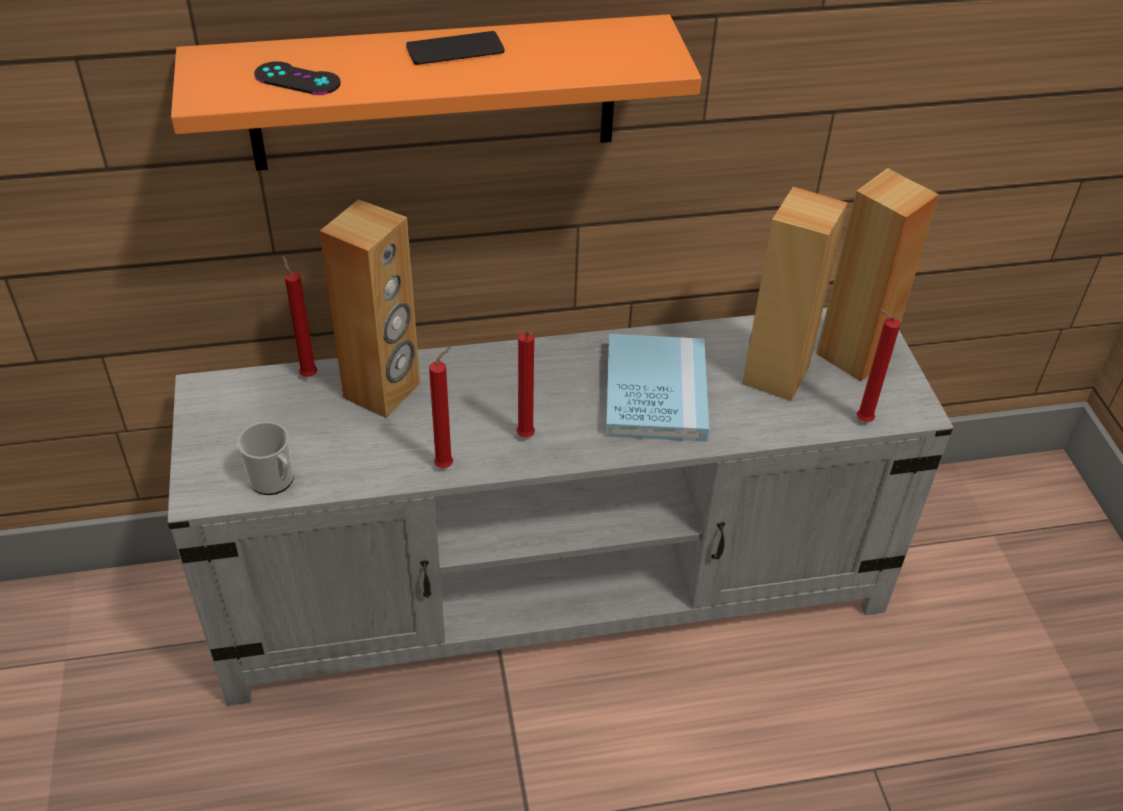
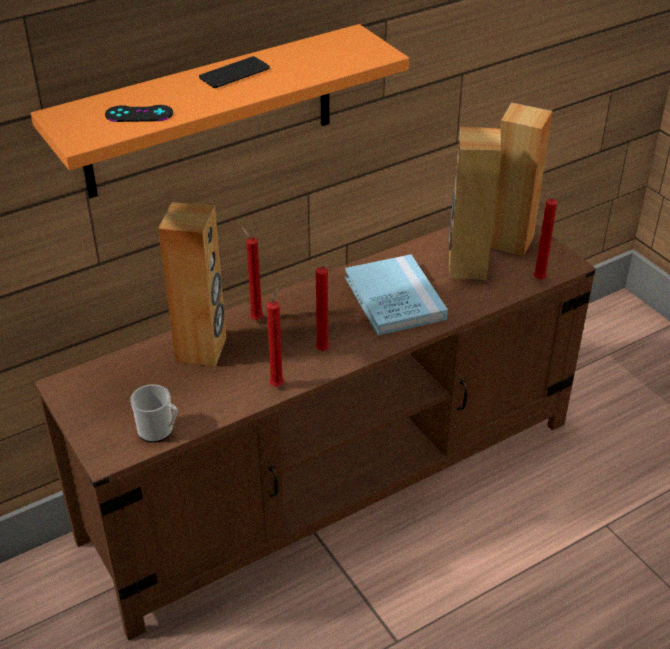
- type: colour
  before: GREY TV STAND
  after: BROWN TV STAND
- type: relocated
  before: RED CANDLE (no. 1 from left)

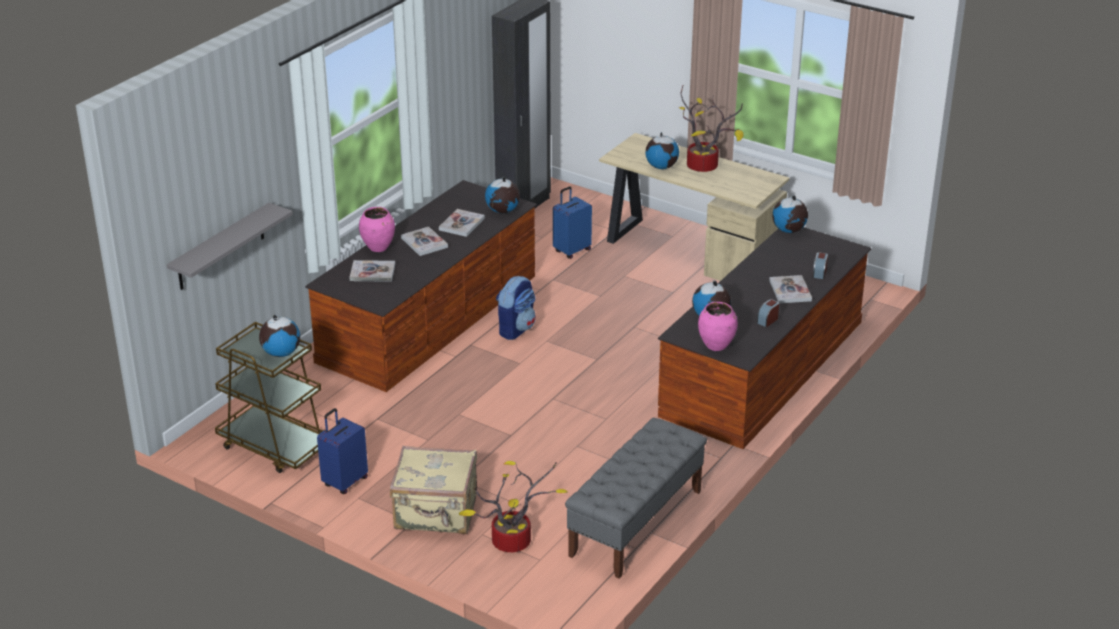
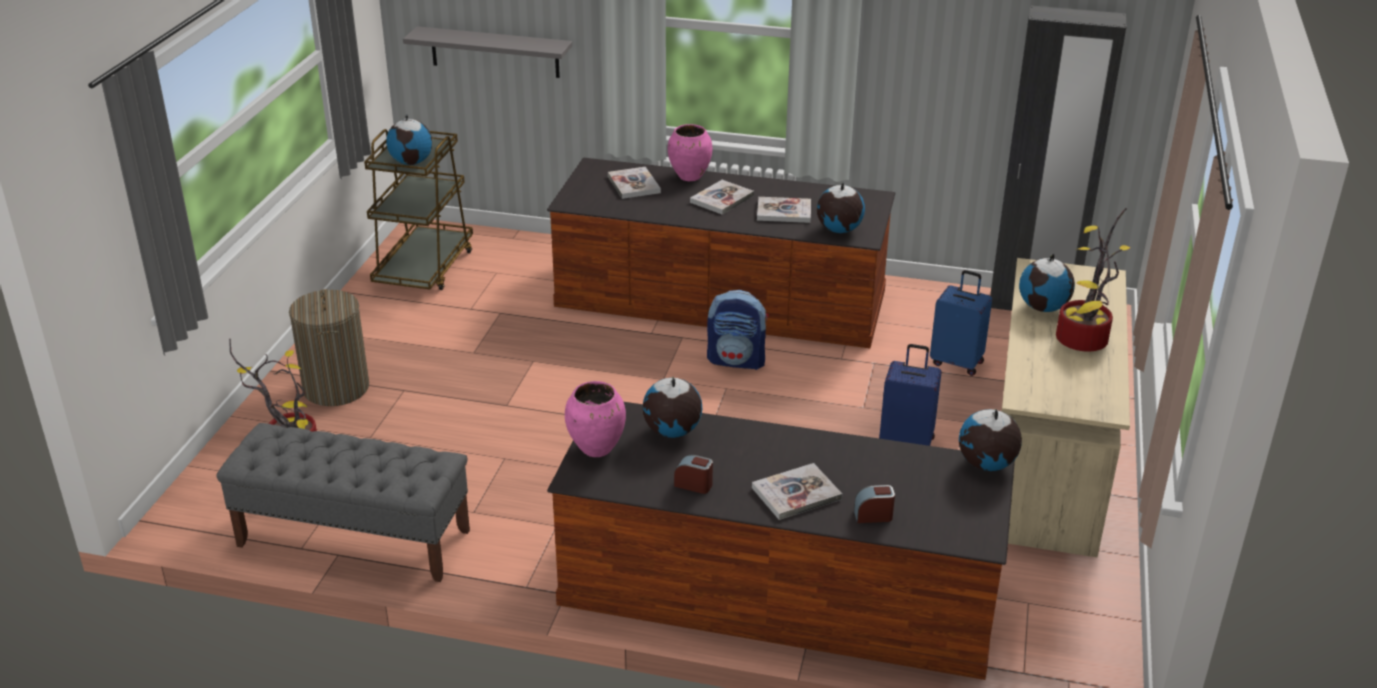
- type: exchanged
  before: BEIGE SUITCASE
  after: LAUNDRY BASKET
- type: relocated
  before: BLUE SUITCASE (no. 1 from left)

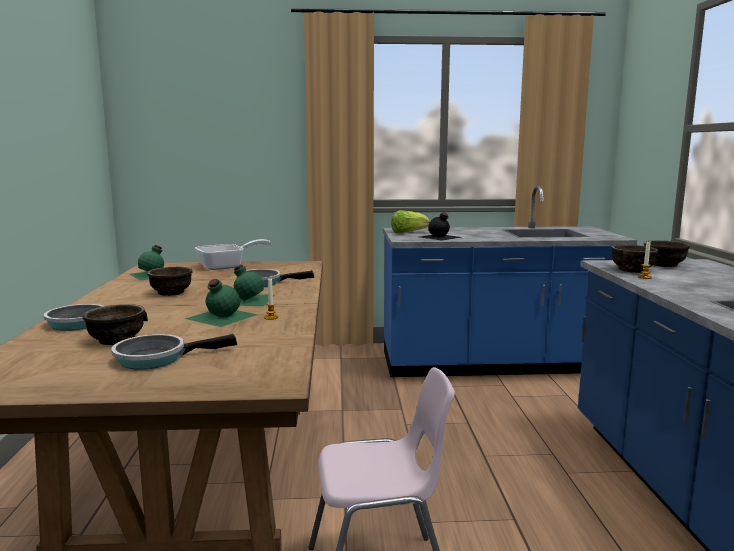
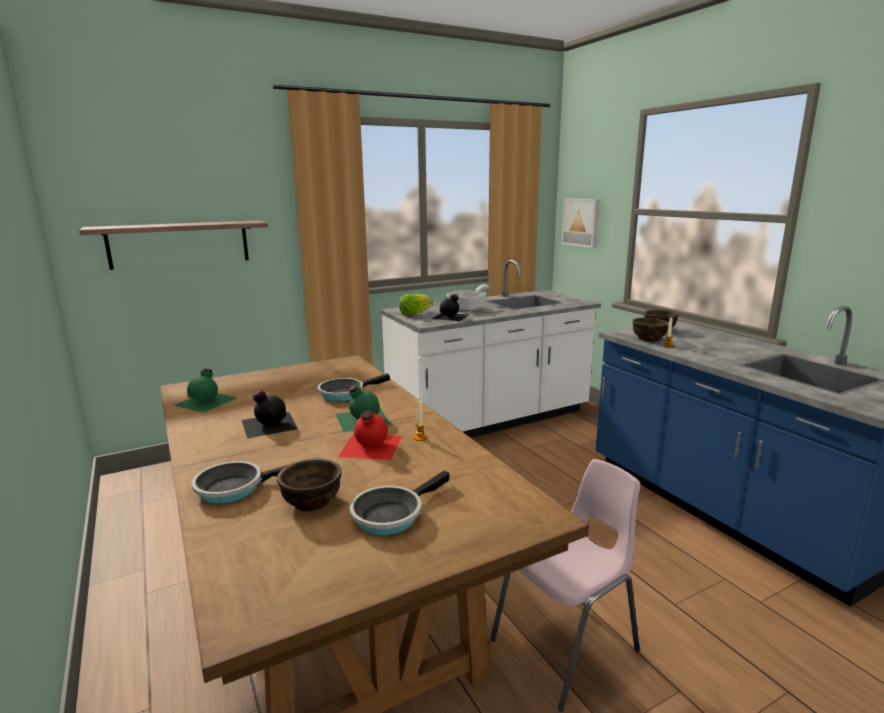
- type: appeared
  after: SHELF
- type: exchanged
  before: BROWN BOWL (no. 2 from left)
  after: BLACK BOTTLE (no. 1 from left)
- type: colour
  before: GREEN BOTTLE (no. 2 from left)
  after: RED BOTTLE
- type: colour
  before: BLUE COUNTER (no. 1 from left)
  after: WHITE COUNTER
- type: relocated
  before: FRYING PAN (no. 3 from left in the first image)
  after: FRYING PAN (no. 4 from left)
- type: appeared
  after: PICTURE

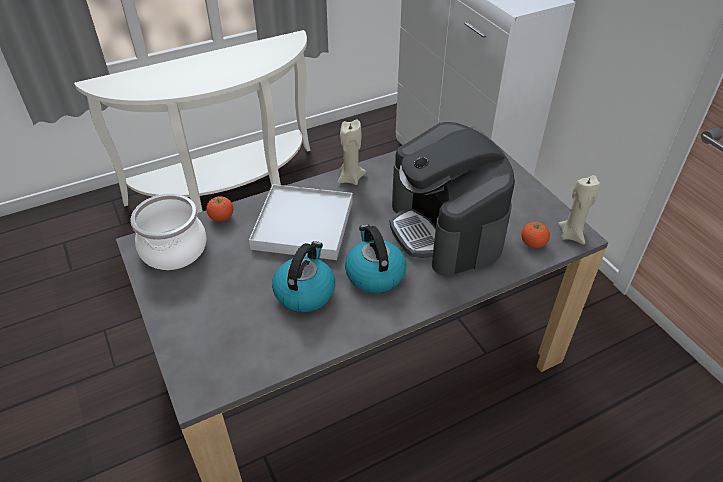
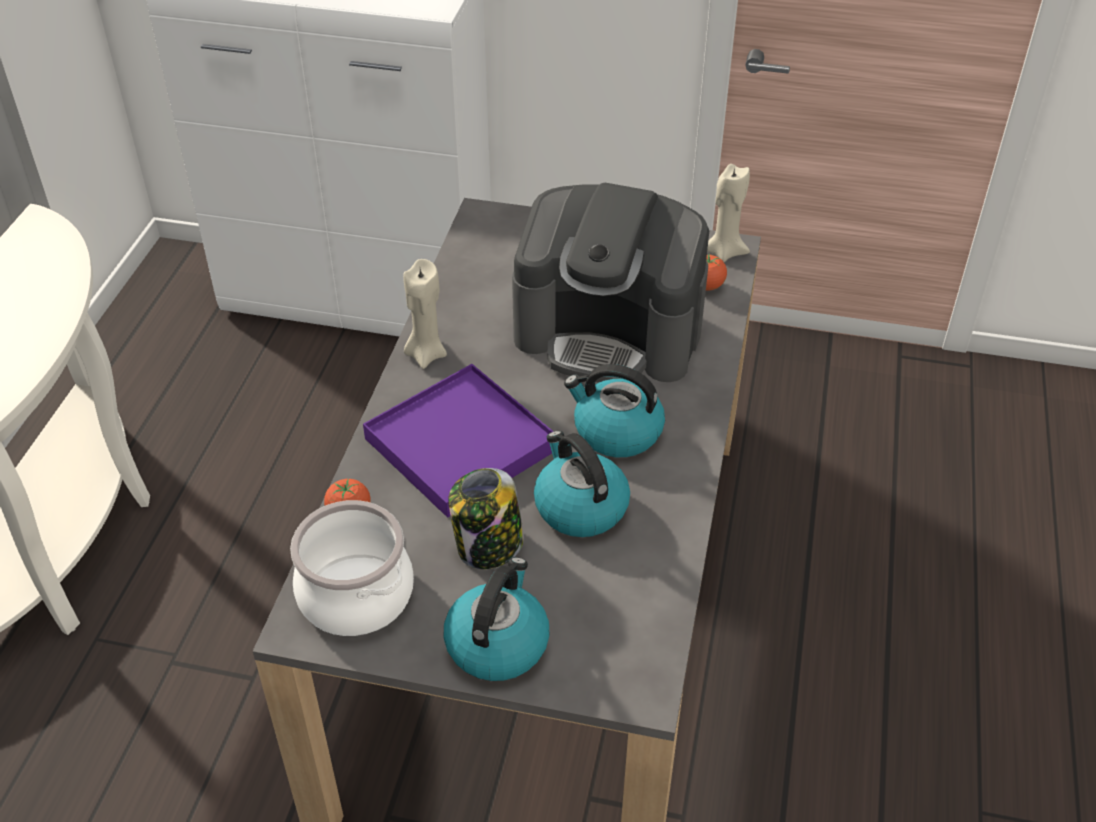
- type: colour
  before: WHITE TRAY
  after: PURPLE TRAY
- type: appeared
  after: KETTLE (no. 1 from left)
- type: appeared
  after: JAR

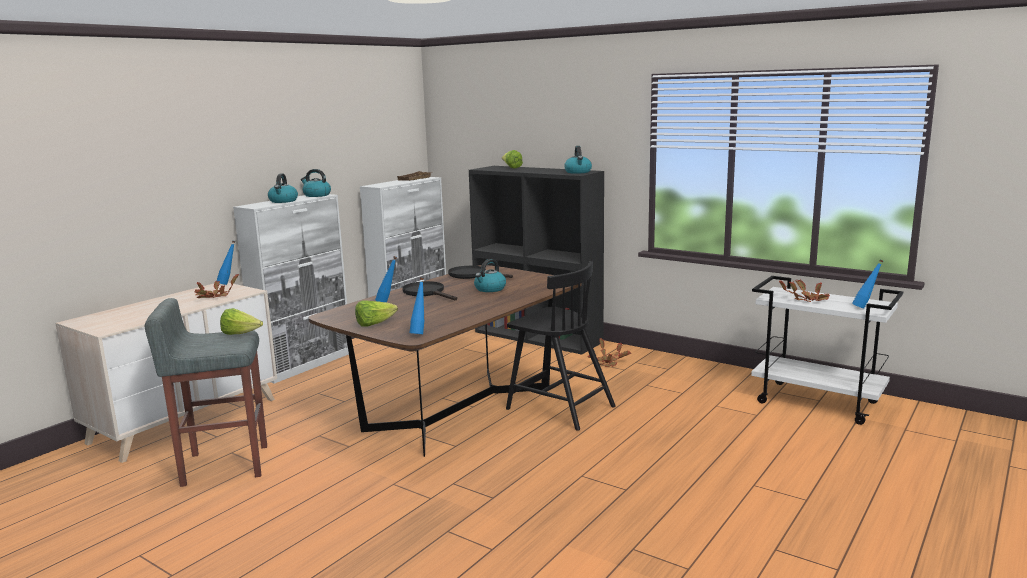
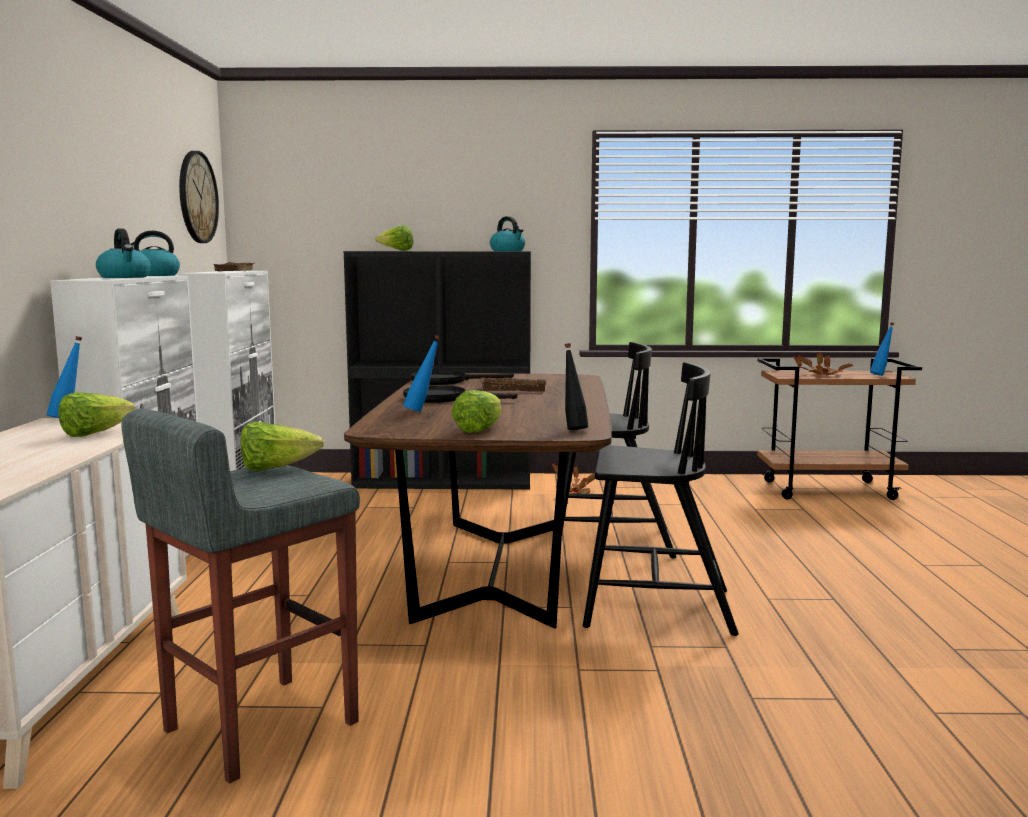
- type: exchanged
  before: POTTED PLANT (no. 1 from left)
  after: LETTUCE (no. 1 from left)
- type: appeared
  after: WALL CLOCK
- type: exchanged
  before: KETTLE (no. 3 from left)
  after: BROWN TRAY (no. 2 from left)
- type: colour
  before: BLUE BOTTLE (no. 3 from left)
  after: BLACK BOTTLE
- type: appeared
  after: BLACK CHAIR (no. 2 from left)
- type: colour
  before: WHITE CART
  after: BROWN CART

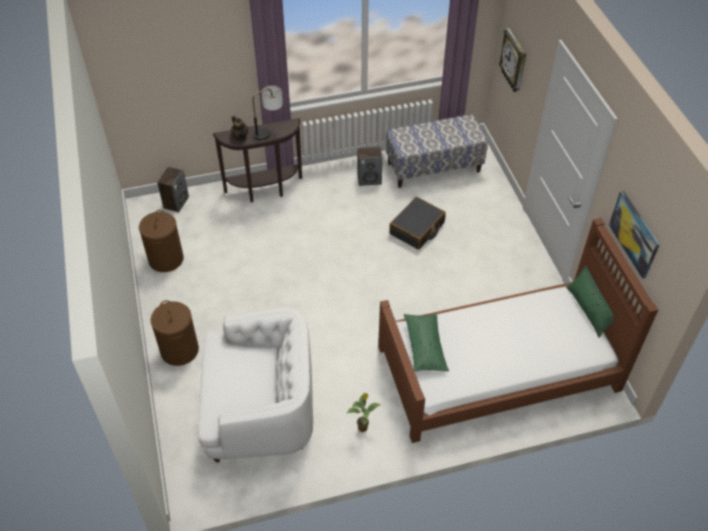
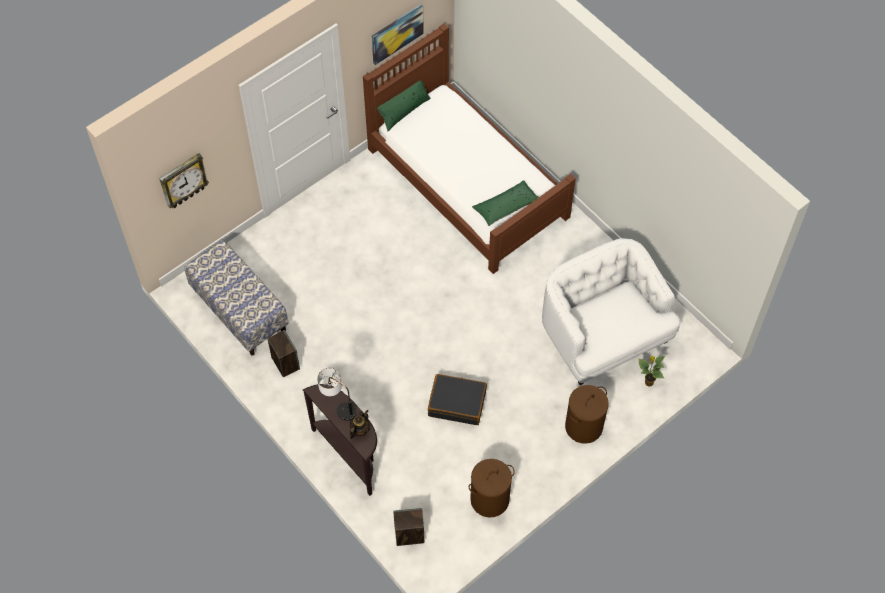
- type: relocated
  before: BLACK SUITCASE
- type: relocated
  before: POTTED PLANT

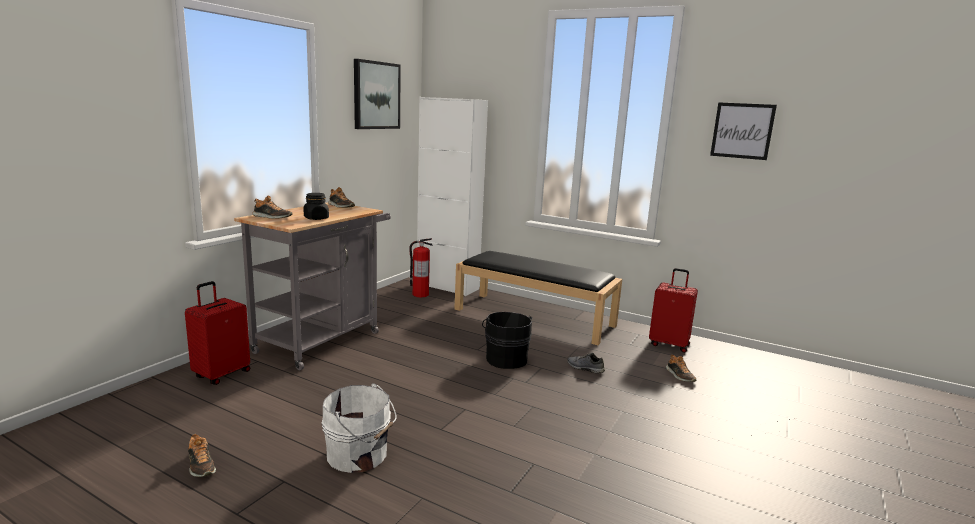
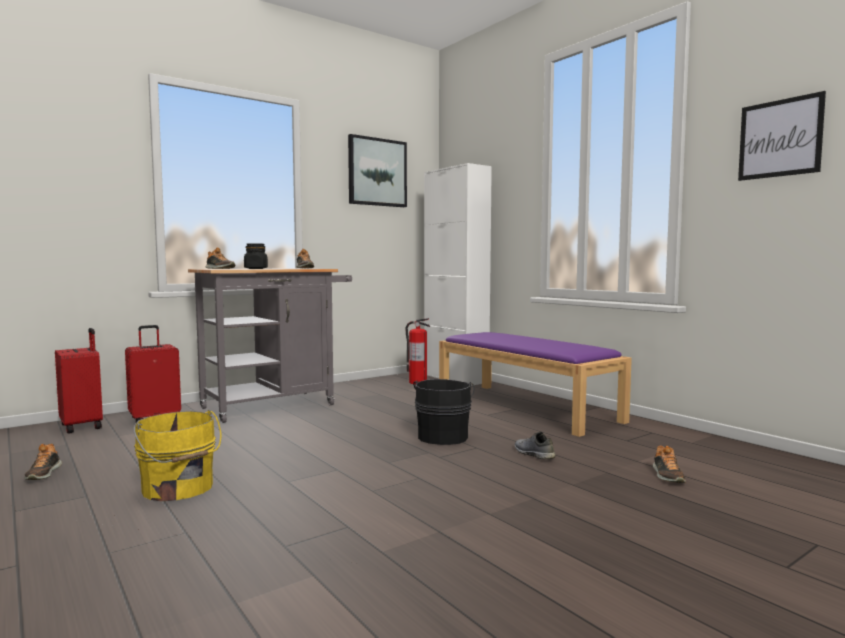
- type: relocated
  before: RED SUITCASE (no. 2 from left in the first image)
  after: RED SUITCASE (no. 1 from left)
- type: colour
  before: WHITE BUCKET
  after: YELLOW BUCKET
- type: colour
  before: BLACK BENCH
  after: PURPLE BENCH

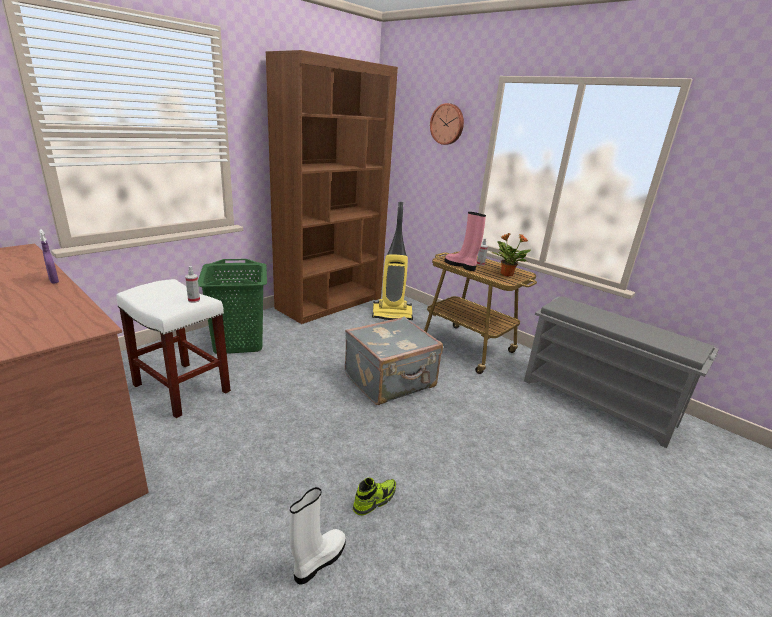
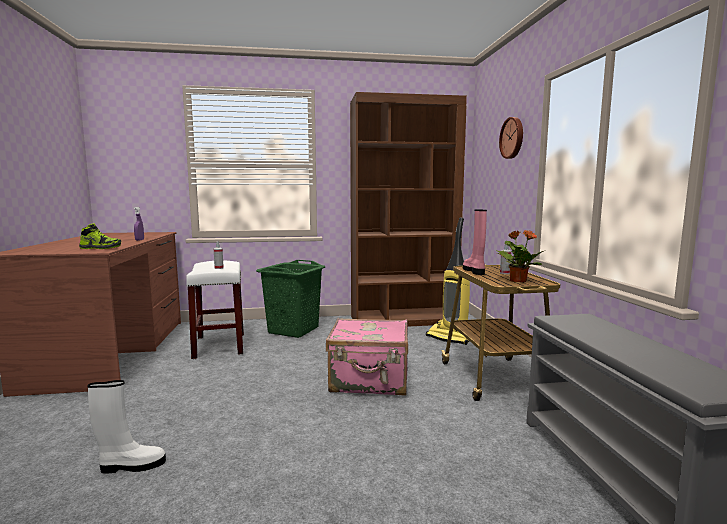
- type: relocated
  before: SHOE
- type: colour
  before: GREY SUITCASE
  after: PINK SUITCASE

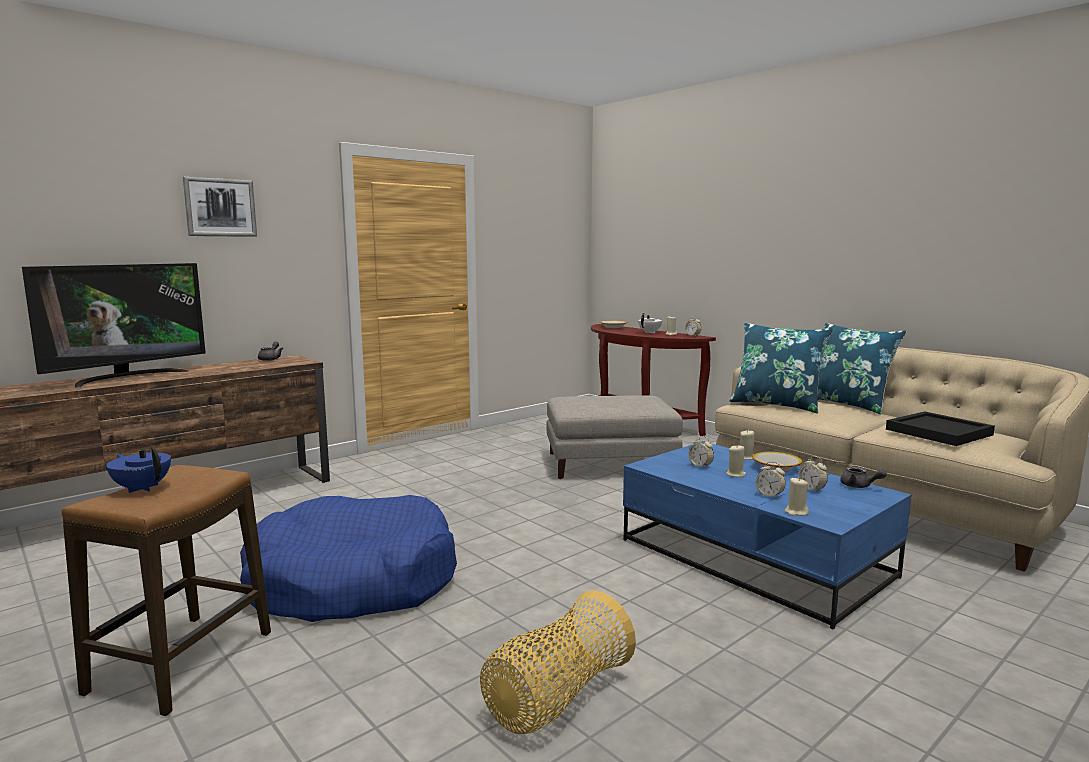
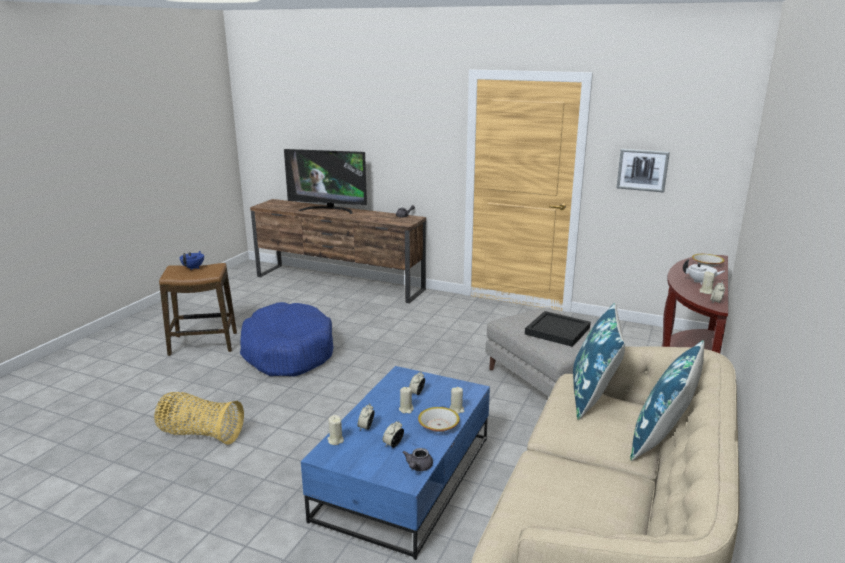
- type: relocated
  before: BLACK TRAY
- type: relocated
  before: PICTURE

